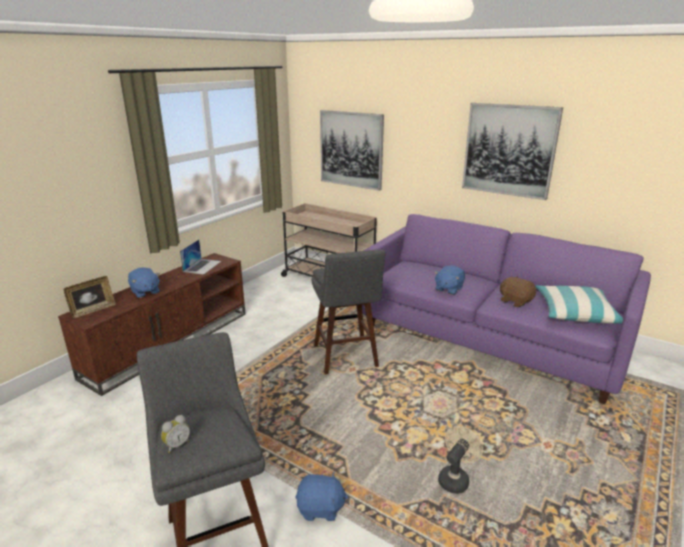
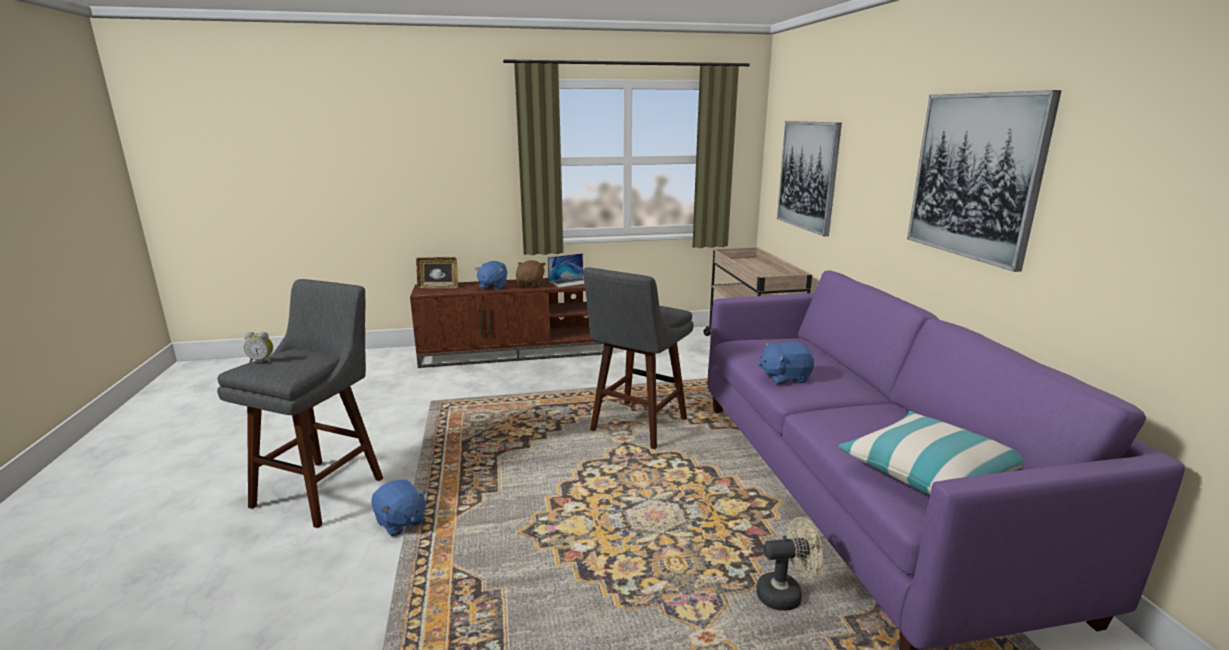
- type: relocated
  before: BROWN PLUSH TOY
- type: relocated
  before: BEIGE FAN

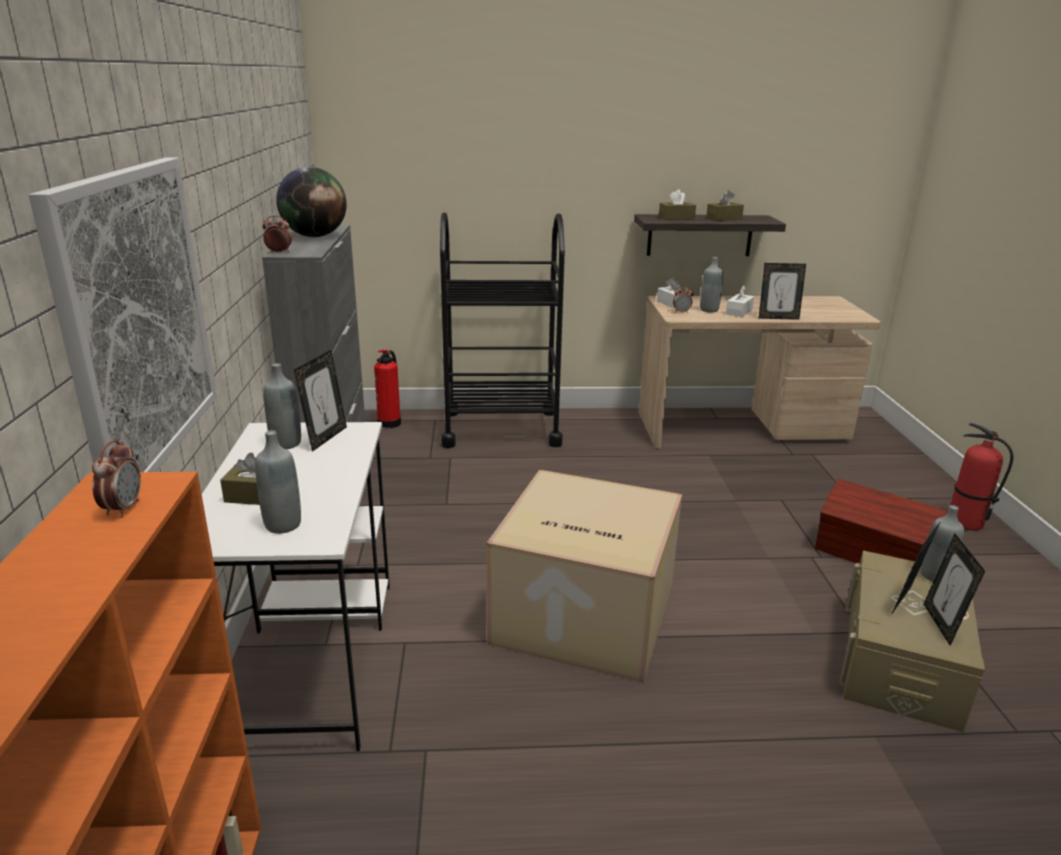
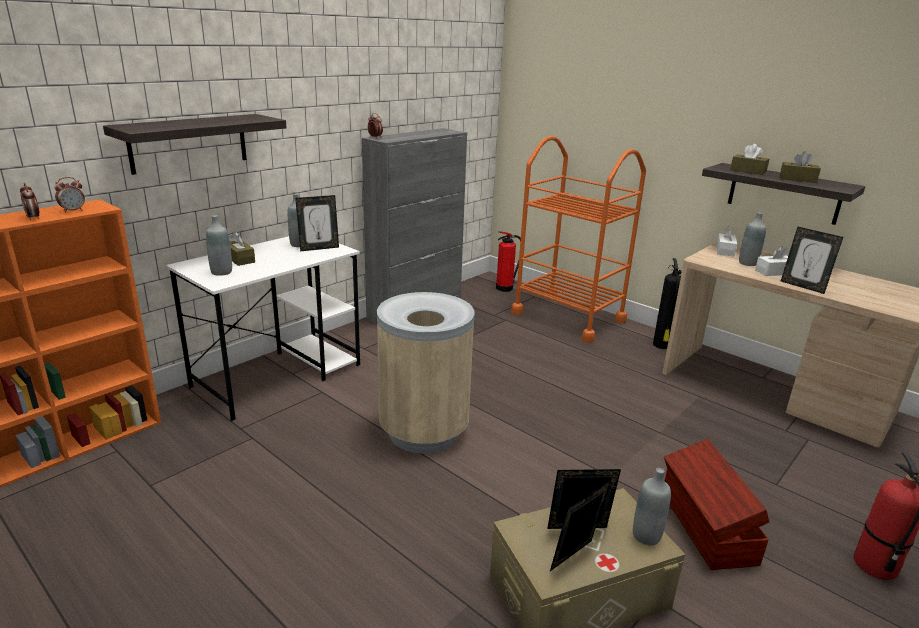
- type: relocated
  before: ALARM CLOCK (no. 3 from left in the first image)
  after: ALARM CLOCK (no. 1 from left)
- type: exchanged
  before: PICTURE
  after: SHELF (no. 1 from left)
- type: exchanged
  before: CARDBOARD BOX
  after: BEIGE TRASH CAN
- type: colour
  before: BLACK CART
  after: ORANGE CART
- type: appeared
  after: FIRE EXTINGUISHER (no. 2 from left)
- type: missing
  before: GLOBE

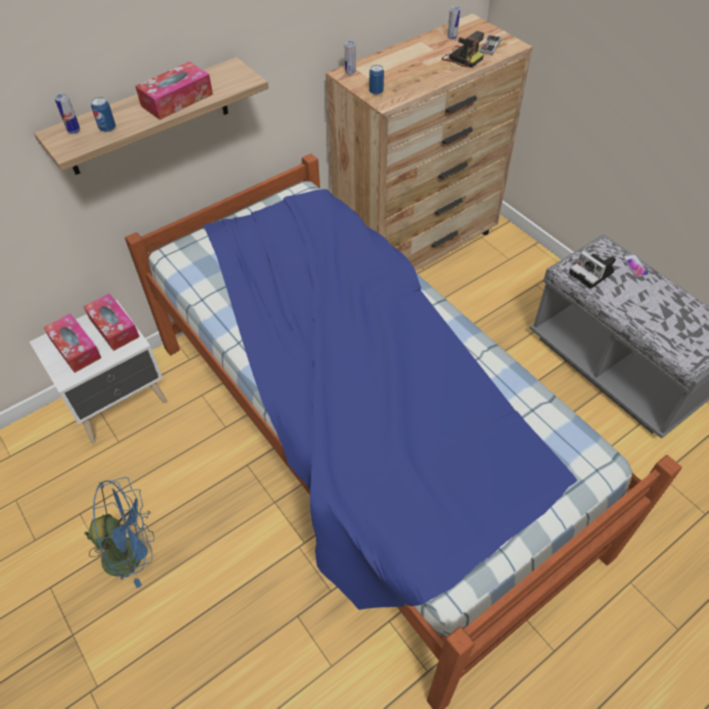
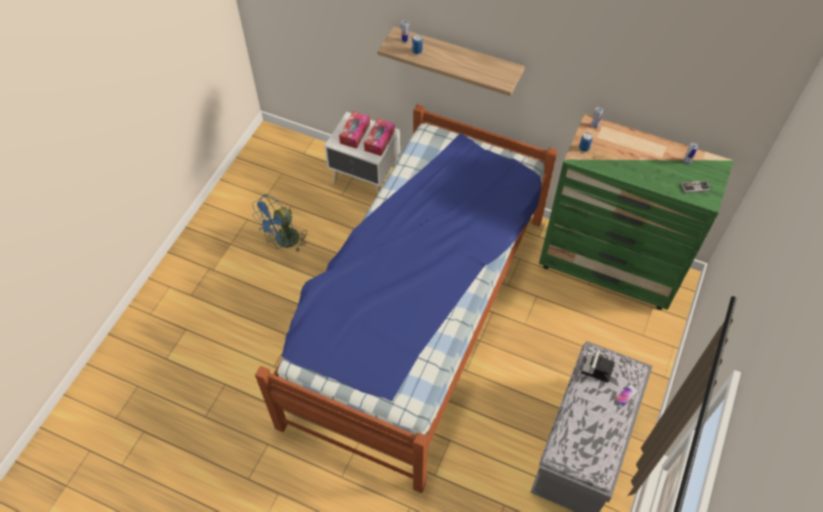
- type: spun
  before: BLUE FAN
  turn: 90
- type: colour
  before: BROWN DRESSER
  after: GREEN DRESSER
- type: missing
  before: TISSUE BOX (no. 3 from left)
- type: missing
  before: PHOTO CAMERA (no. 1 from left)

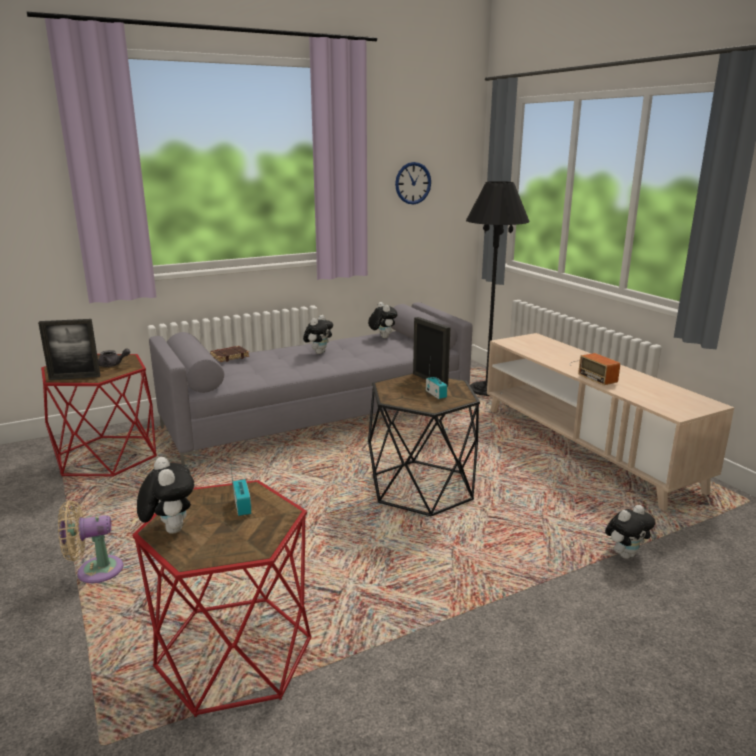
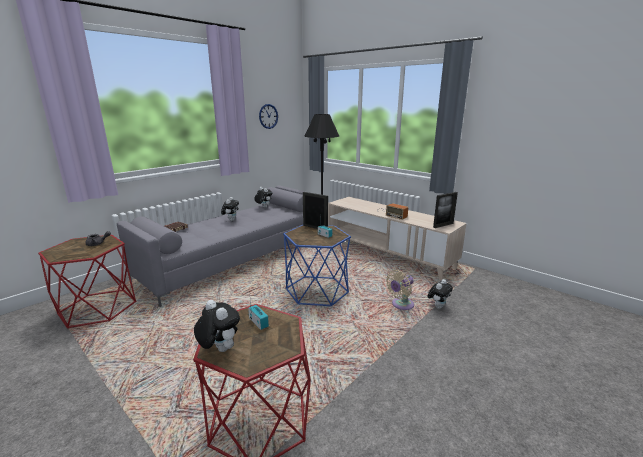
- type: colour
  before: BLACK SIDE TABLE
  after: BLUE SIDE TABLE
- type: relocated
  before: BEIGE FAN
- type: relocated
  before: PICTURE FRAME (no. 1 from left in the first image)
  after: PICTURE FRAME (no. 2 from left)

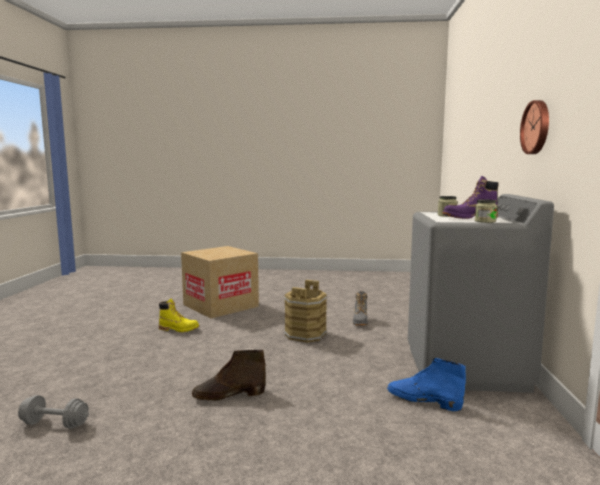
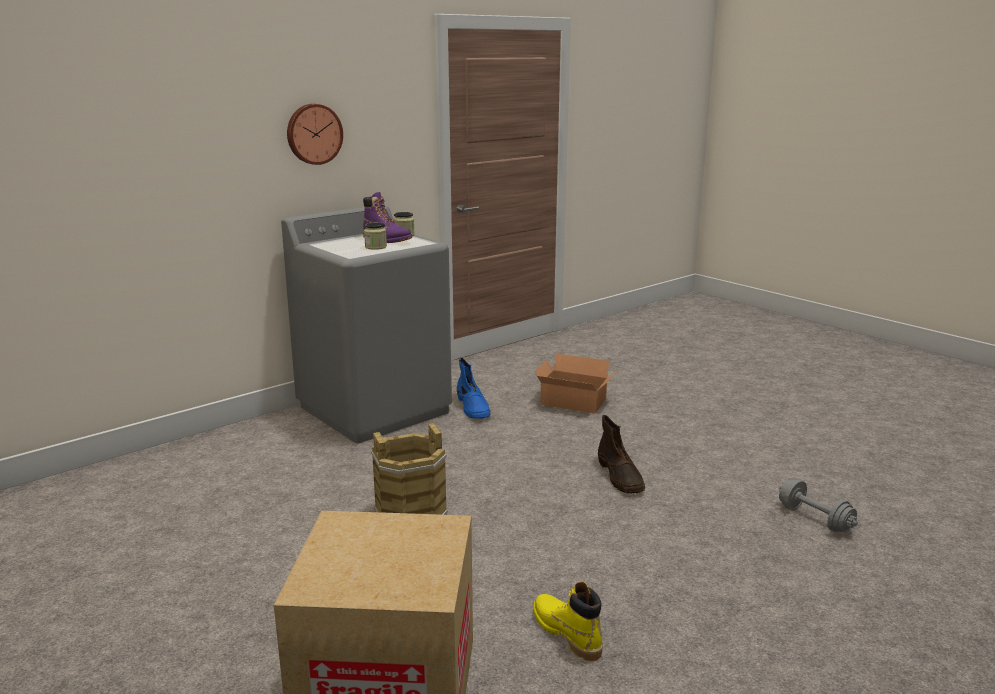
- type: appeared
  after: CARDBOARD BOX (no. 2 from left)
- type: spun
  before: BROWN BOOT
  turn: 45
- type: missing
  before: GREY BOOT

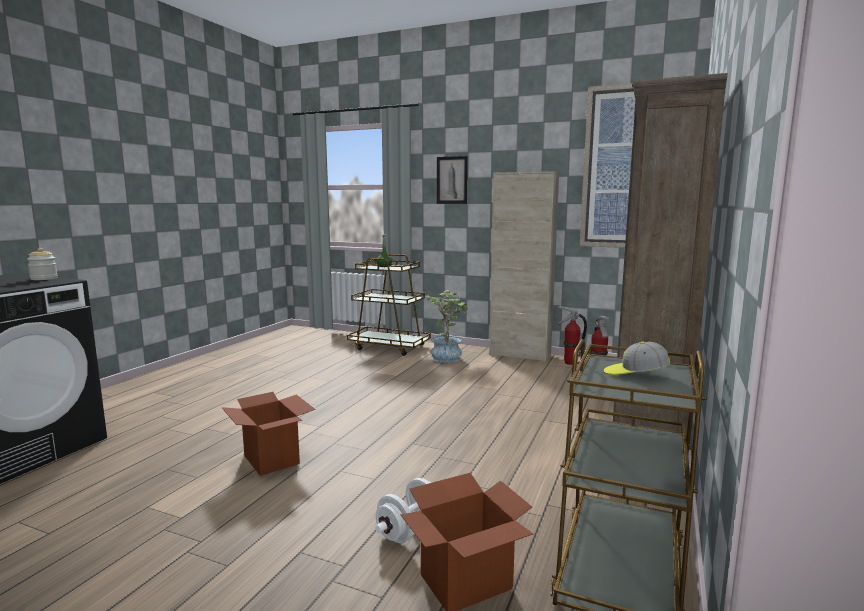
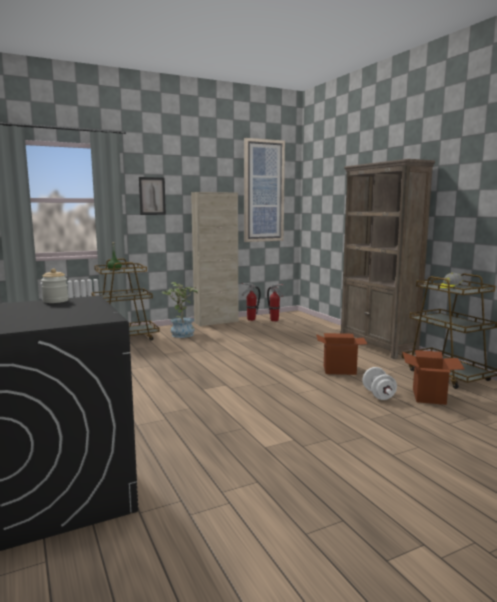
- type: relocated
  before: CARDBOARD BOX (no. 1 from left)

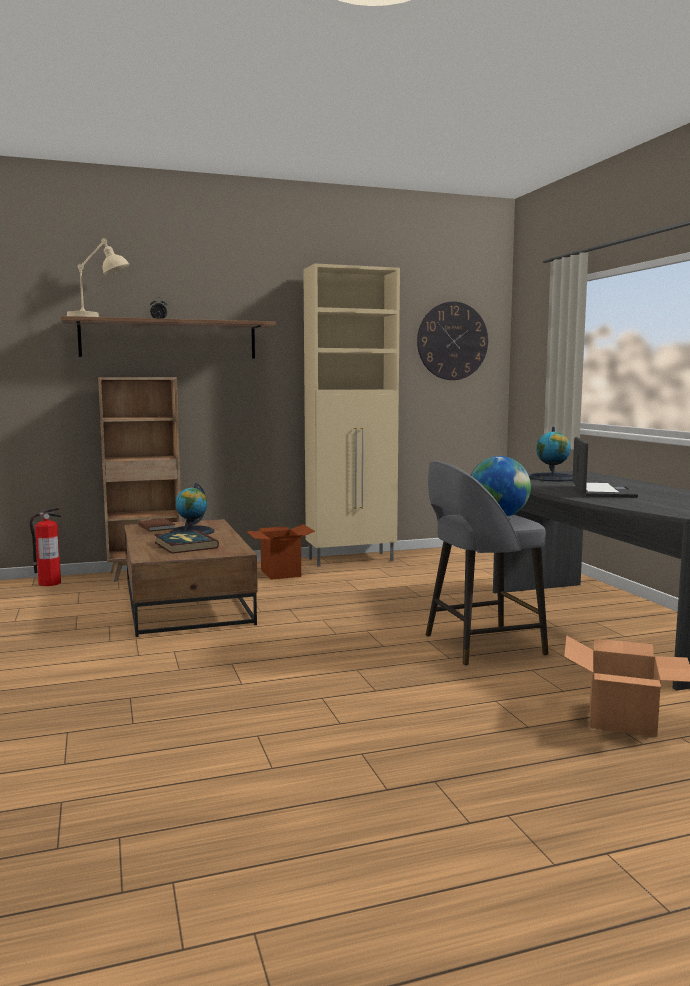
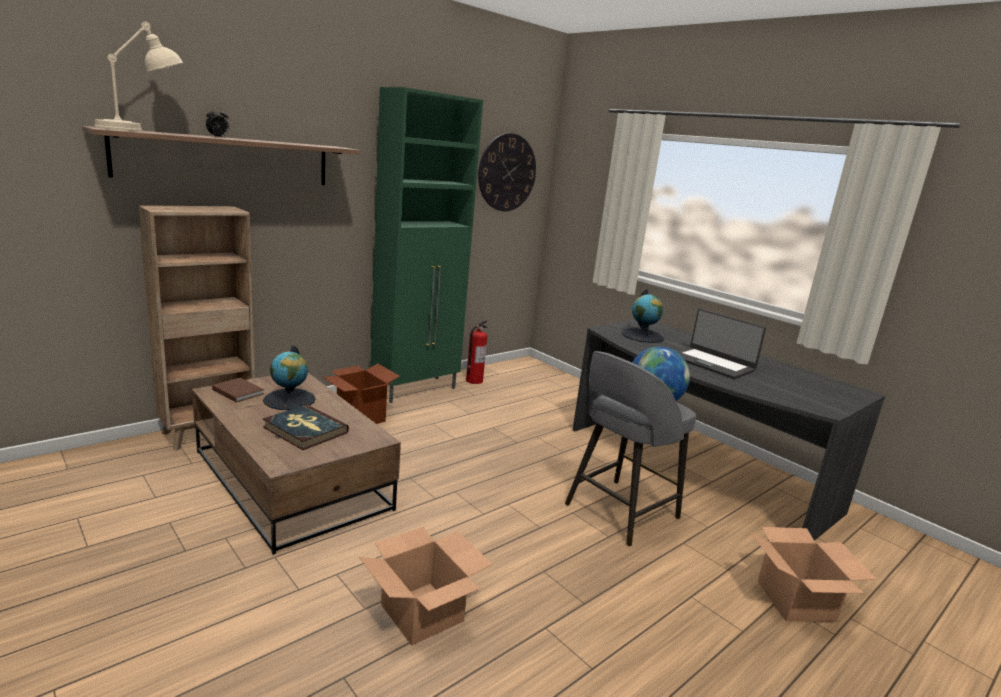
- type: appeared
  after: CARDBOARD BOX (no. 2 from left)
- type: colour
  before: BEIGE CABINET
  after: GREEN CABINET
- type: relocated
  before: FIRE EXTINGUISHER
- type: spun
  before: LAPTOP
  turn: 150

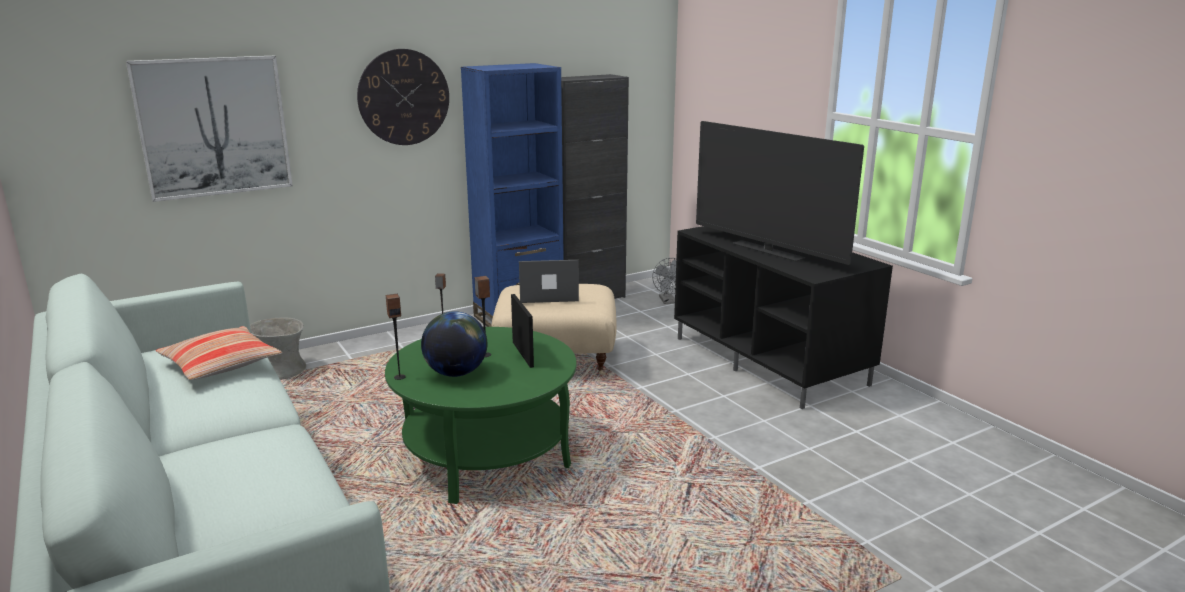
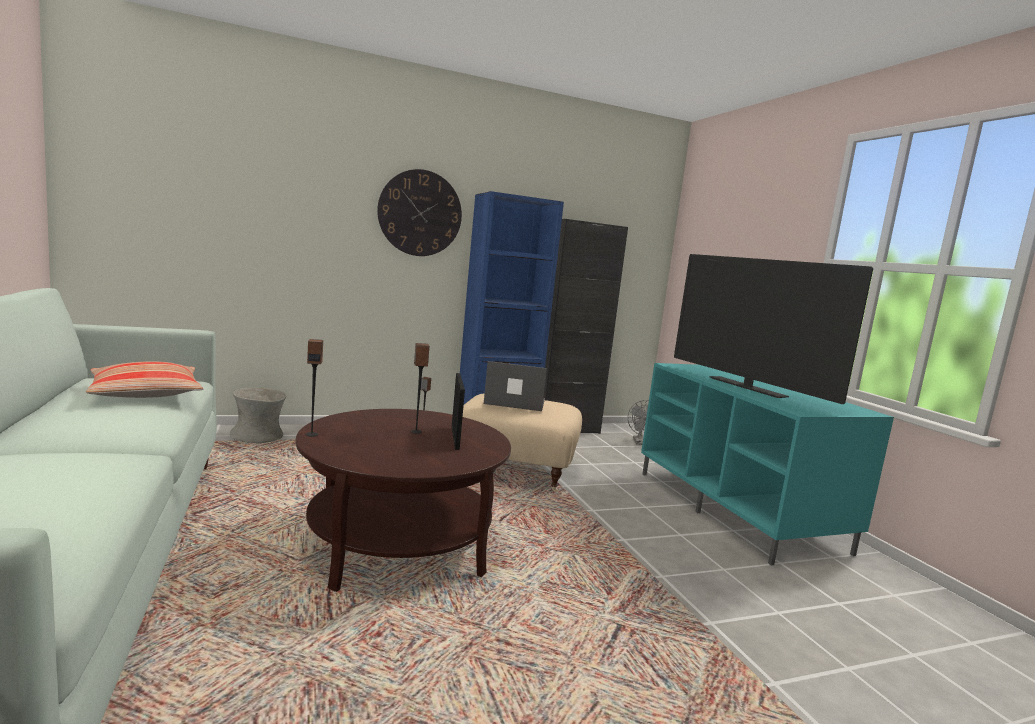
- type: colour
  before: GREEN COFFEE TABLE
  after: BROWN COFFEE TABLE
- type: colour
  before: BLACK TV STAND
  after: TURQUOISE TV STAND
- type: missing
  before: PICTURE
- type: missing
  before: GLOBE

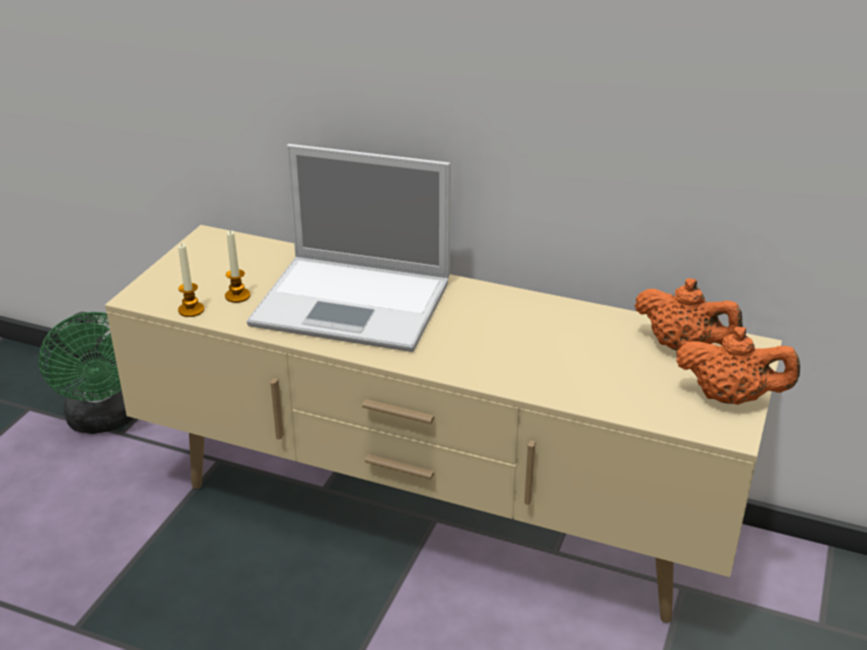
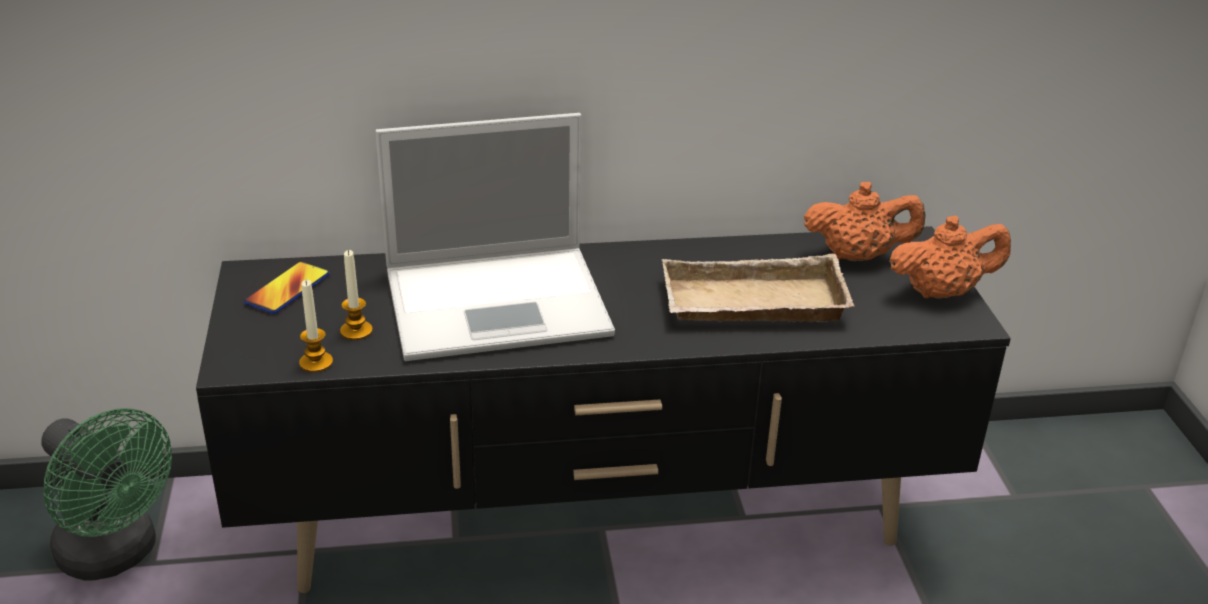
- type: colour
  before: BEIGE TV STAND
  after: BLACK TV STAND
- type: appeared
  after: PHONE
- type: appeared
  after: BEIGE TRAY

